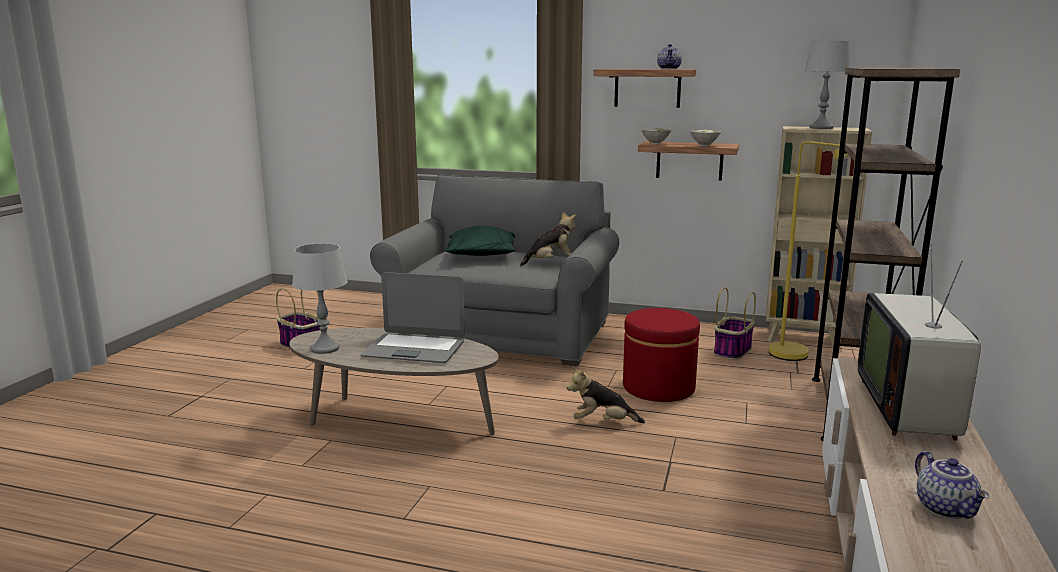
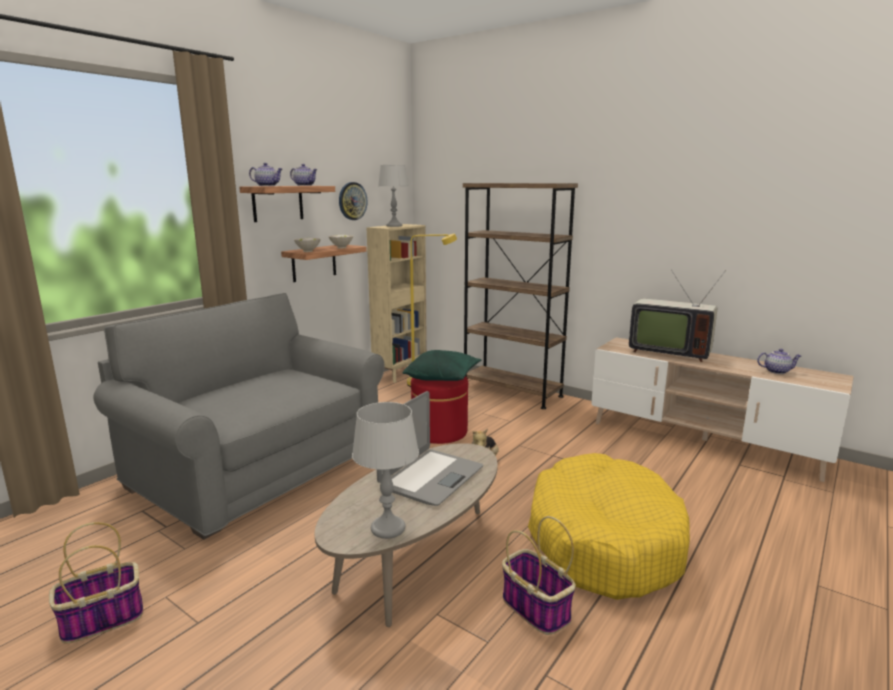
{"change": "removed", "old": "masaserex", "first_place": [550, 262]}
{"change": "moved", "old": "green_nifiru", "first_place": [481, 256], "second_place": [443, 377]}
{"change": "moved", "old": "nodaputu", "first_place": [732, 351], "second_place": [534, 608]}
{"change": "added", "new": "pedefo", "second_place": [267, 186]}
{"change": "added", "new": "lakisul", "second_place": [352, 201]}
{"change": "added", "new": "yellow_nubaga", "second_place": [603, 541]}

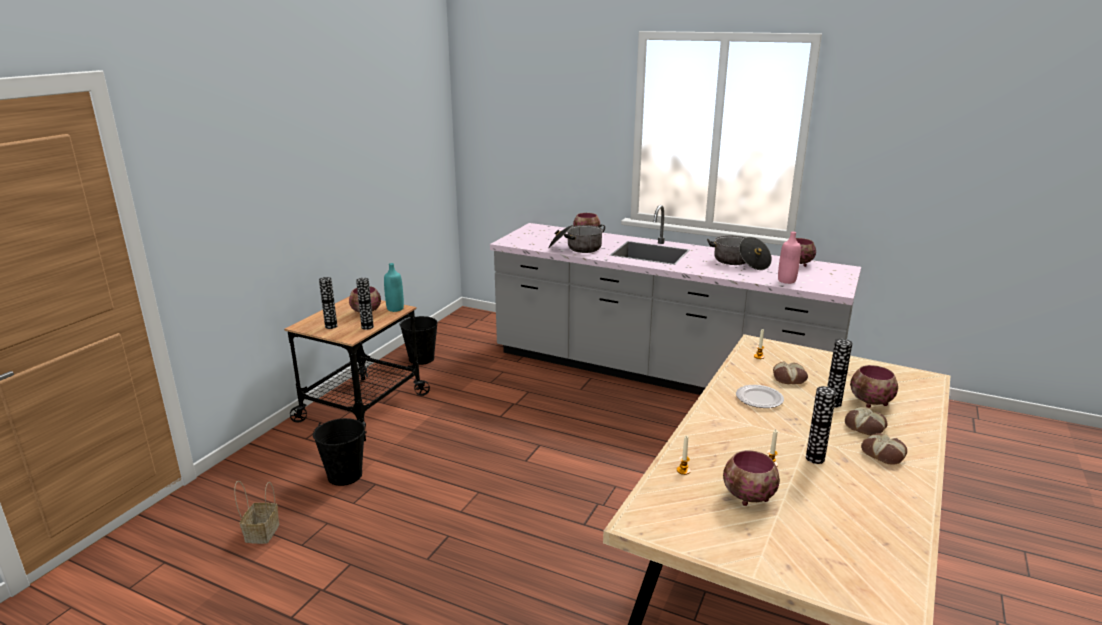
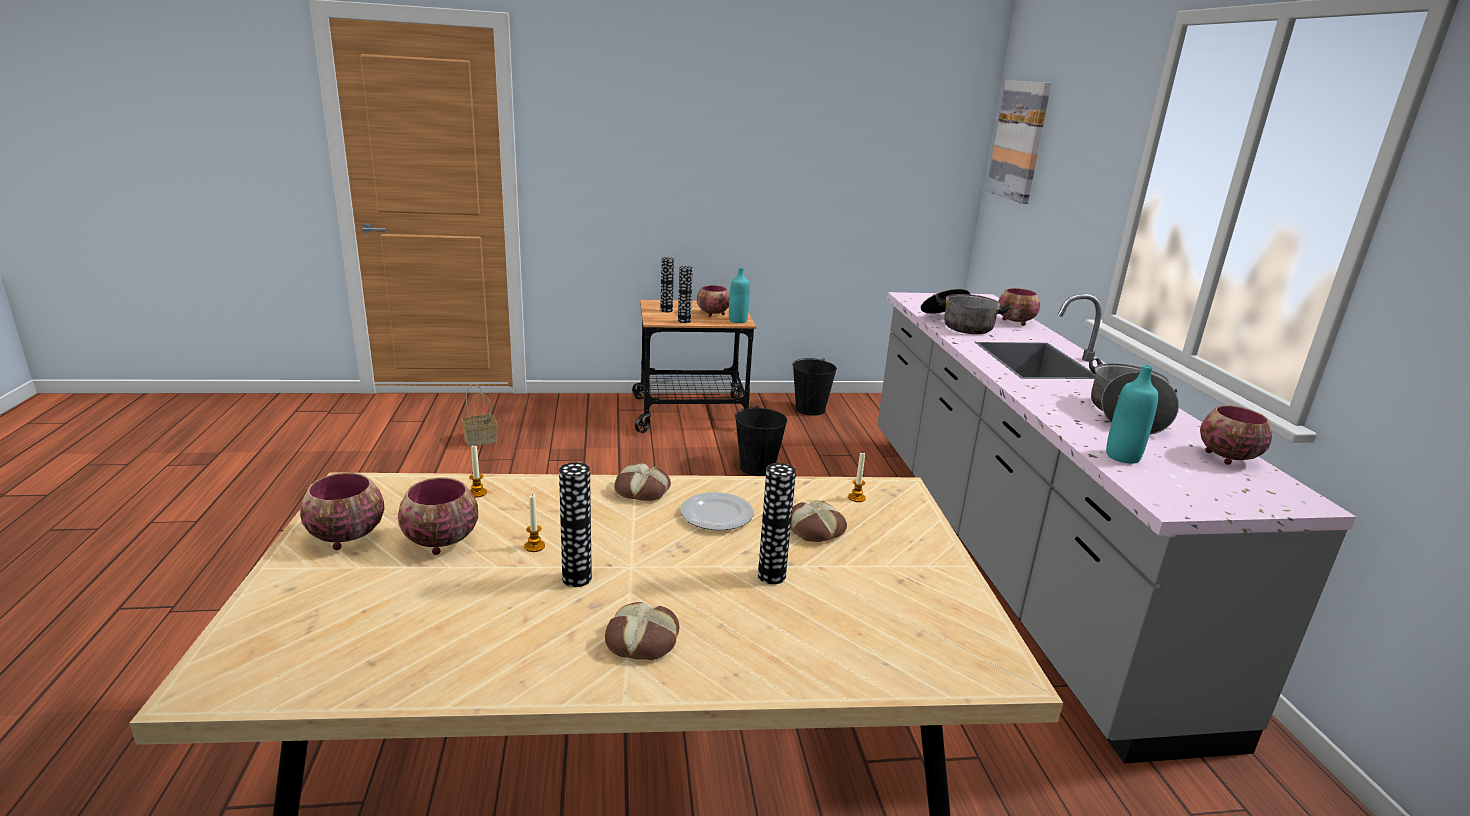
{"change": "recoloured", "old": "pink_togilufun", "new": "turquoise_togilufun", "first_place": [786, 280], "second_place": [1122, 456]}
{"change": "moved", "old": "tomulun", "first_place": [870, 402], "second_place": [345, 537]}
{"change": "moved", "old": "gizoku", "first_place": [865, 426], "second_place": [641, 490]}
{"change": "moved", "old": "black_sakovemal", "first_place": [345, 475], "second_place": [757, 467]}
{"change": "added", "new": "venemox", "second_place": [1019, 141]}

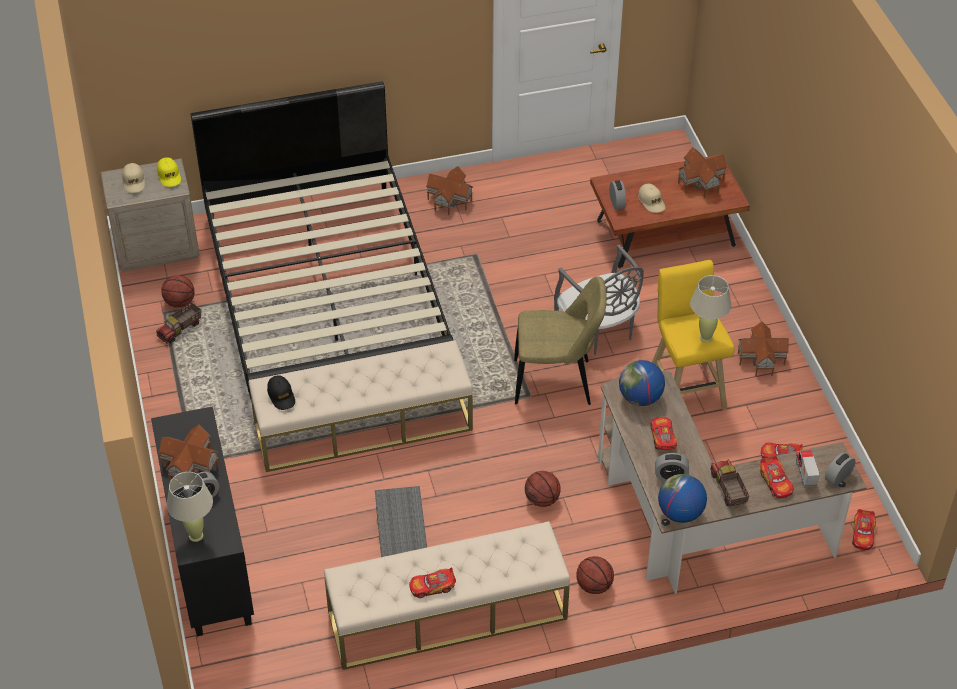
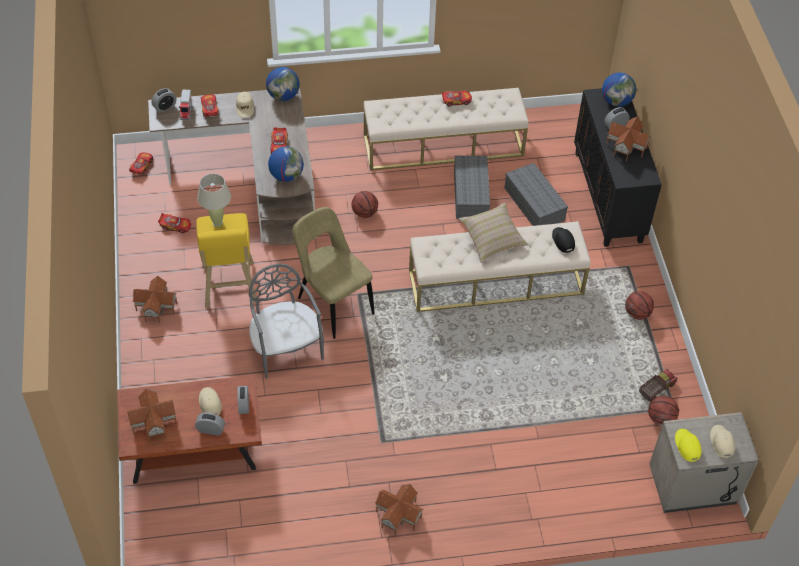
{"change": "removed", "old": "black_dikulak", "first_place": [325, 292]}
{"change": "turned", "old": "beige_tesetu", "first_place": [556, 382], "second_place": [333, 304], "degrees": 45}
{"change": "moved", "old": "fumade", "first_place": [670, 476], "second_place": [211, 430]}
{"change": "replaced", "old": "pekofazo", "new": "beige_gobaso", "first_place": [727, 489], "second_place": [245, 107]}
{"change": "replaced", "old": "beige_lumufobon", "new": "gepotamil", "first_place": [196, 536], "second_place": [616, 101]}
{"change": "moved", "old": "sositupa", "first_place": [594, 585], "second_place": [637, 313]}
{"change": "added", "new": "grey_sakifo", "second_place": [535, 204]}
{"change": "added", "new": "beige_nifiru", "second_place": [492, 239]}

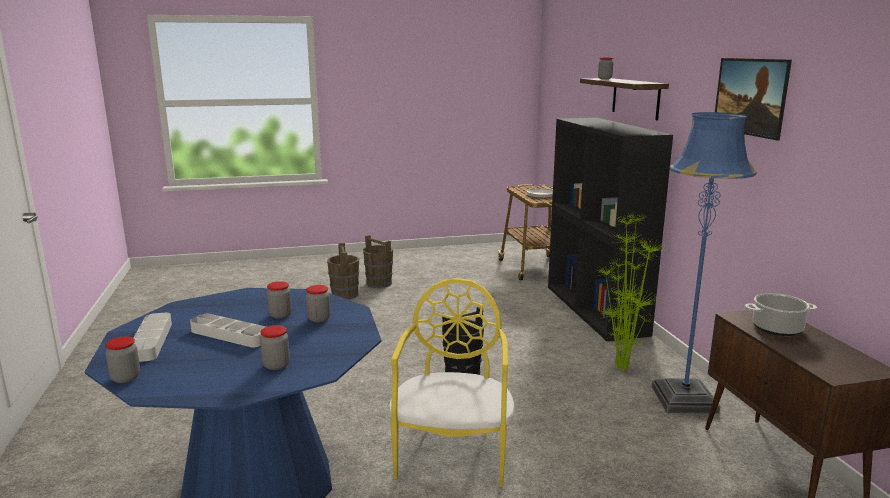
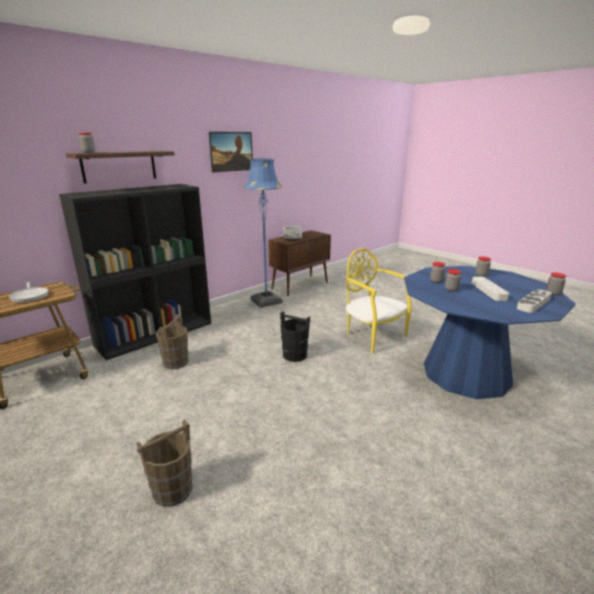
{"change": "removed", "old": "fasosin", "first_place": [621, 369]}
{"change": "moved", "old": "brown_sakovemal", "first_place": [379, 283], "second_place": [175, 362]}
{"change": "turned", "old": "yellow_tesetu", "first_place": [453, 454], "second_place": [373, 336], "degrees": 75}

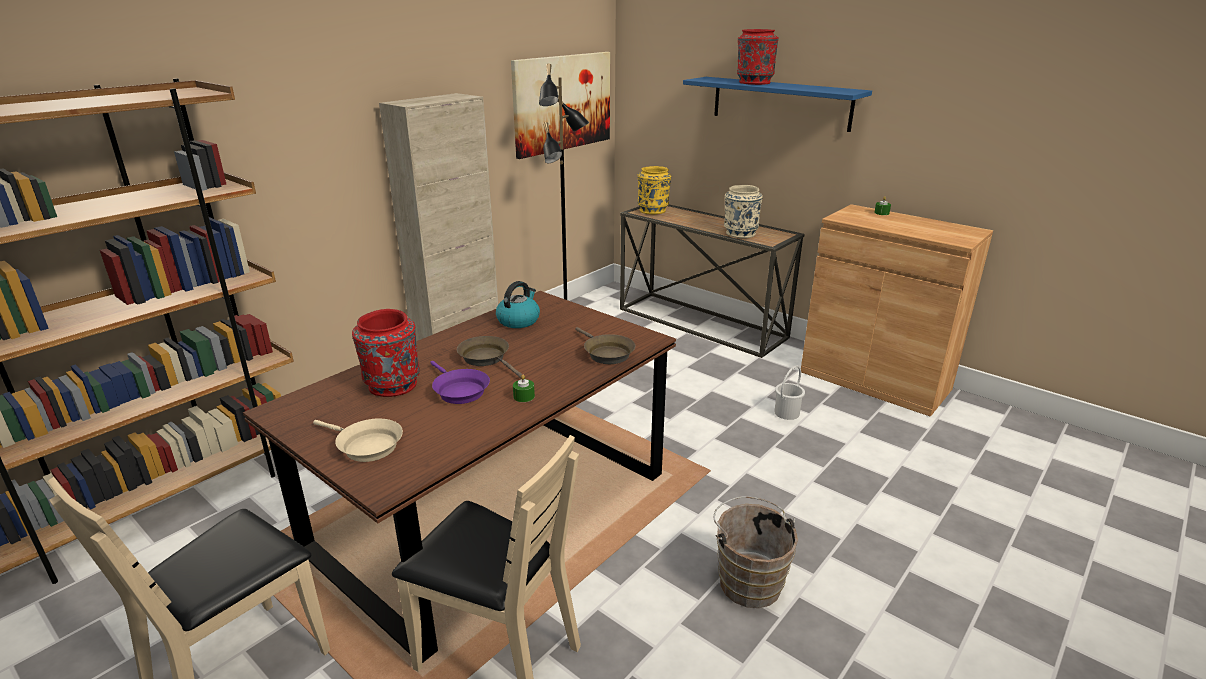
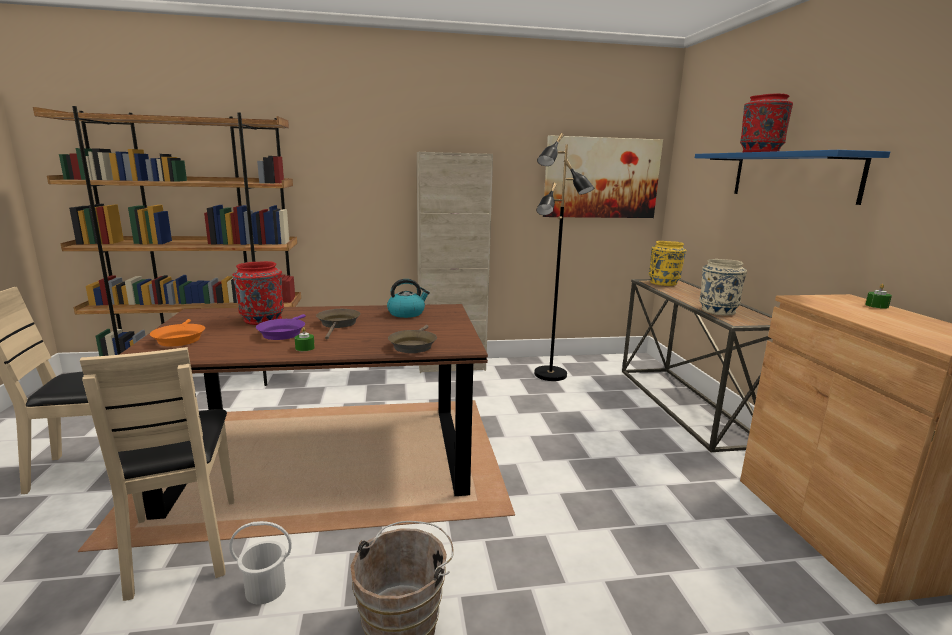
{"change": "moved", "old": "white_sakovemal", "first_place": [787, 413], "second_place": [265, 589]}
{"change": "recoloured", "old": "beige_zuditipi", "new": "orange_zuditipi", "first_place": [366, 446], "second_place": [179, 339]}

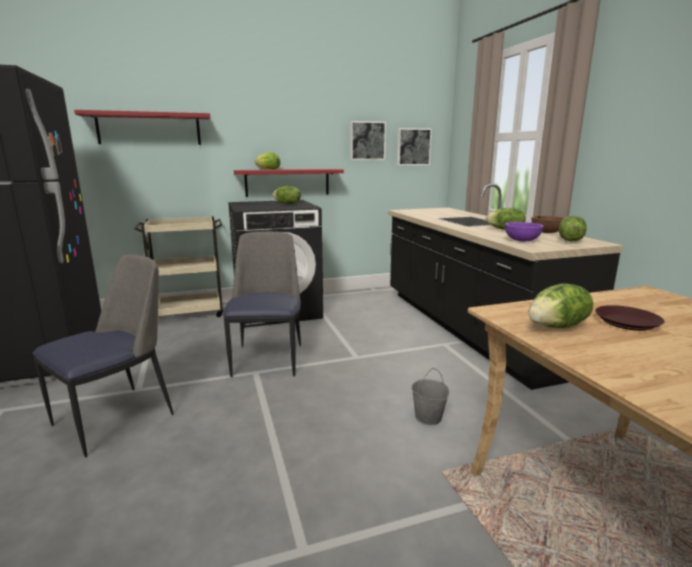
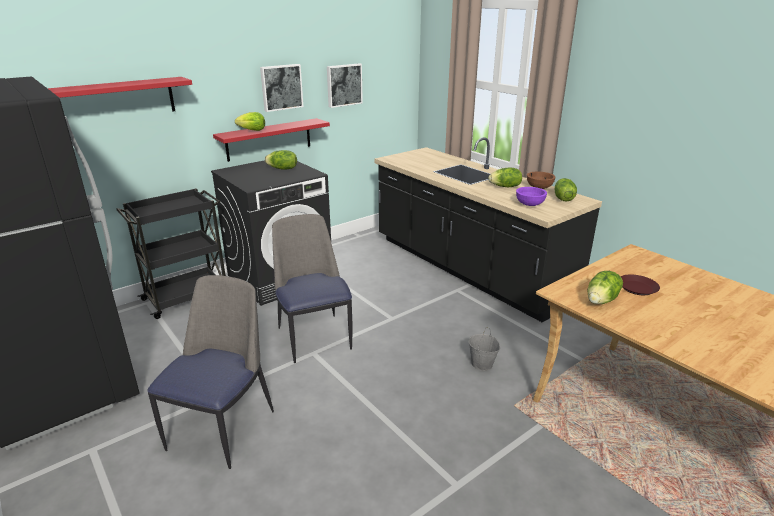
{"change": "moved", "old": "venemox", "first_place": [413, 147], "second_place": [281, 87]}
{"change": "recoloured", "old": "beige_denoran", "new": "black_denoran", "first_place": [190, 313], "second_place": [187, 297]}

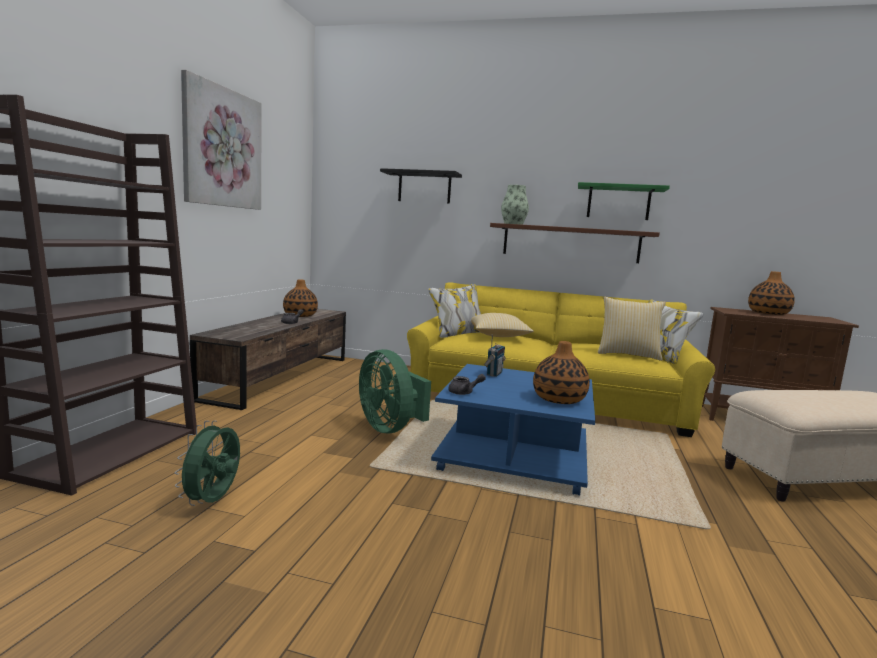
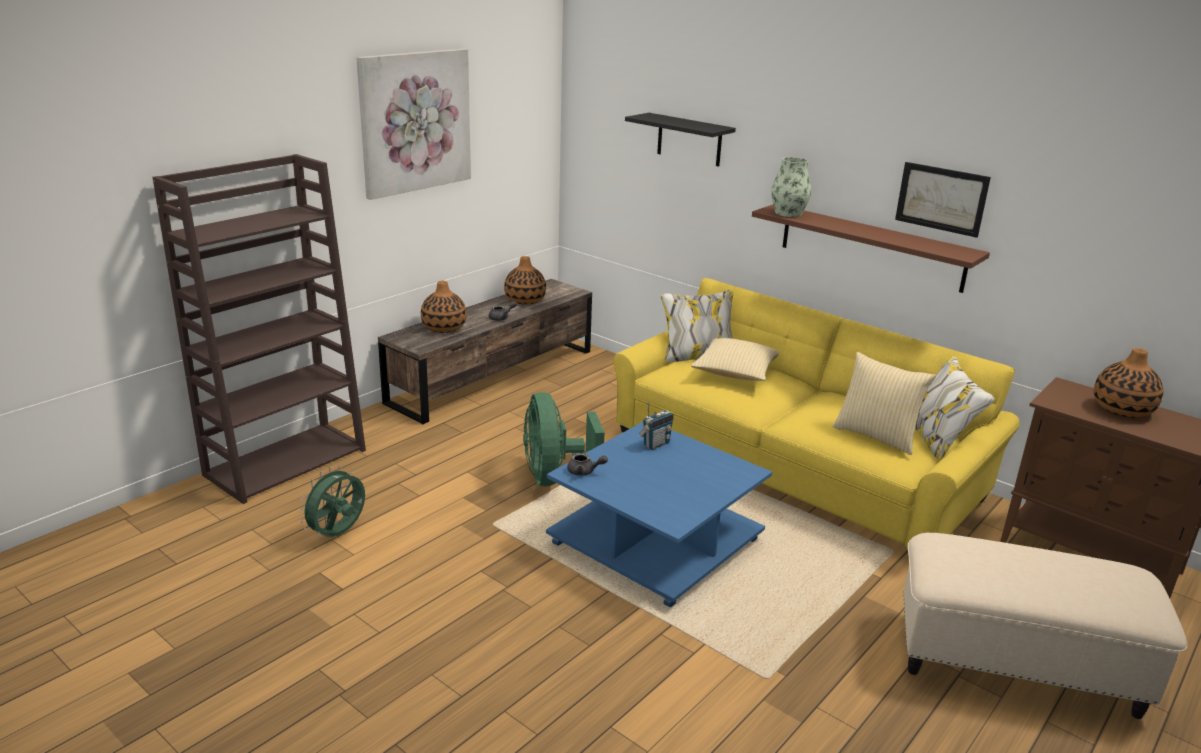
{"change": "replaced", "old": "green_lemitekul", "new": "venemox", "first_place": [618, 202], "second_place": [941, 199]}
{"change": "moved", "old": "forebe", "first_place": [559, 399], "second_place": [444, 328]}

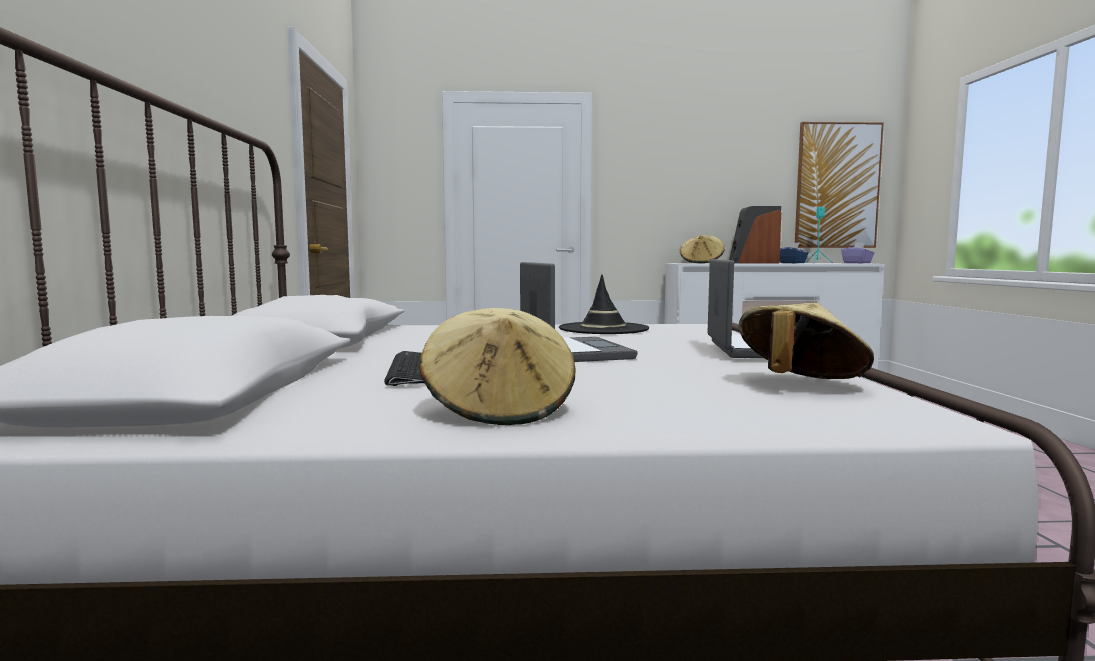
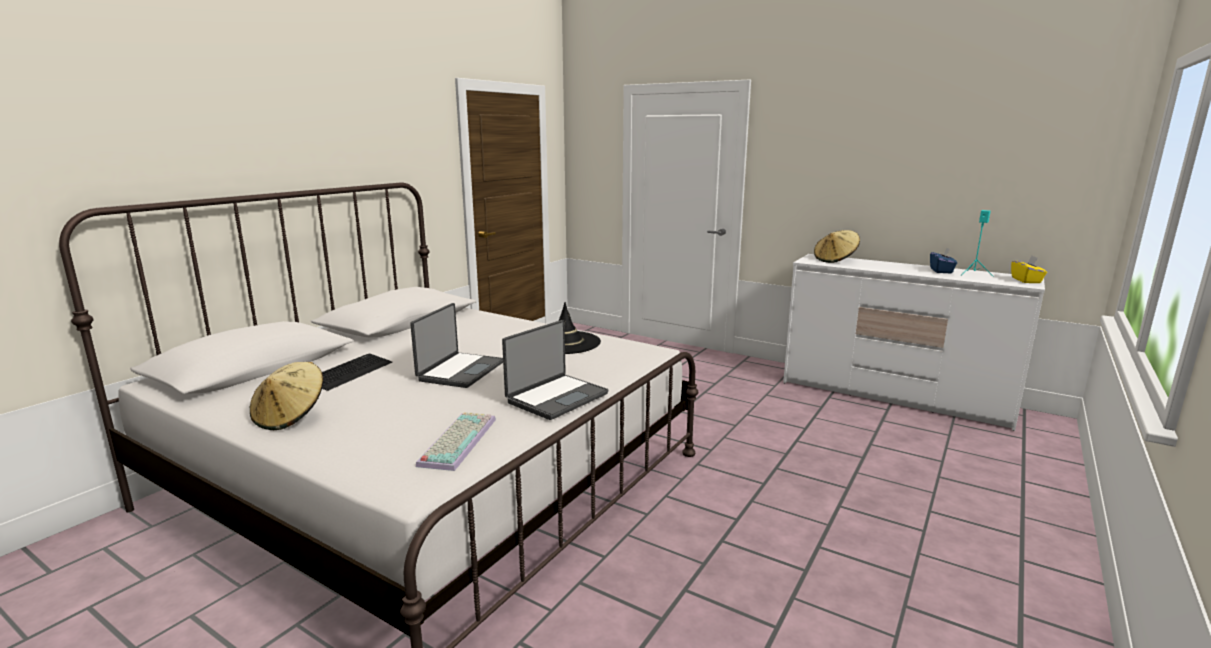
{"change": "removed", "old": "venemox", "first_place": [837, 186]}
{"change": "removed", "old": "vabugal", "first_place": [753, 263]}
{"change": "recoloured", "old": "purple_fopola", "new": "yellow_fopola", "first_place": [857, 263], "second_place": [1026, 280]}
{"change": "replaced", "old": "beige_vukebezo", "new": "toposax", "first_place": [799, 385], "second_place": [457, 440]}

